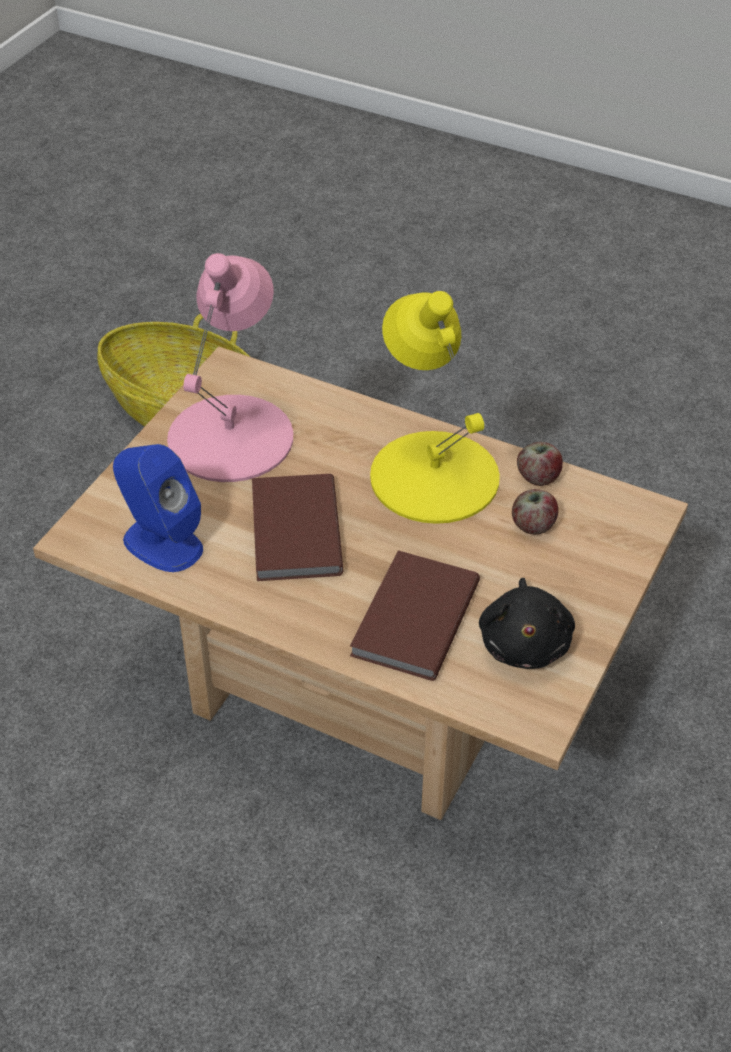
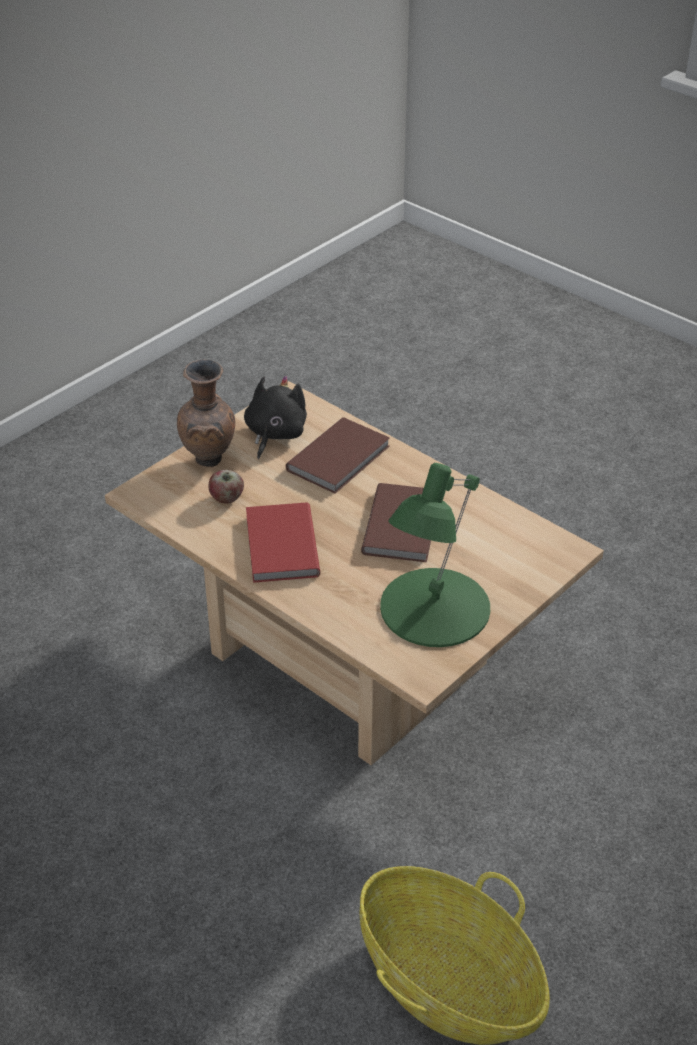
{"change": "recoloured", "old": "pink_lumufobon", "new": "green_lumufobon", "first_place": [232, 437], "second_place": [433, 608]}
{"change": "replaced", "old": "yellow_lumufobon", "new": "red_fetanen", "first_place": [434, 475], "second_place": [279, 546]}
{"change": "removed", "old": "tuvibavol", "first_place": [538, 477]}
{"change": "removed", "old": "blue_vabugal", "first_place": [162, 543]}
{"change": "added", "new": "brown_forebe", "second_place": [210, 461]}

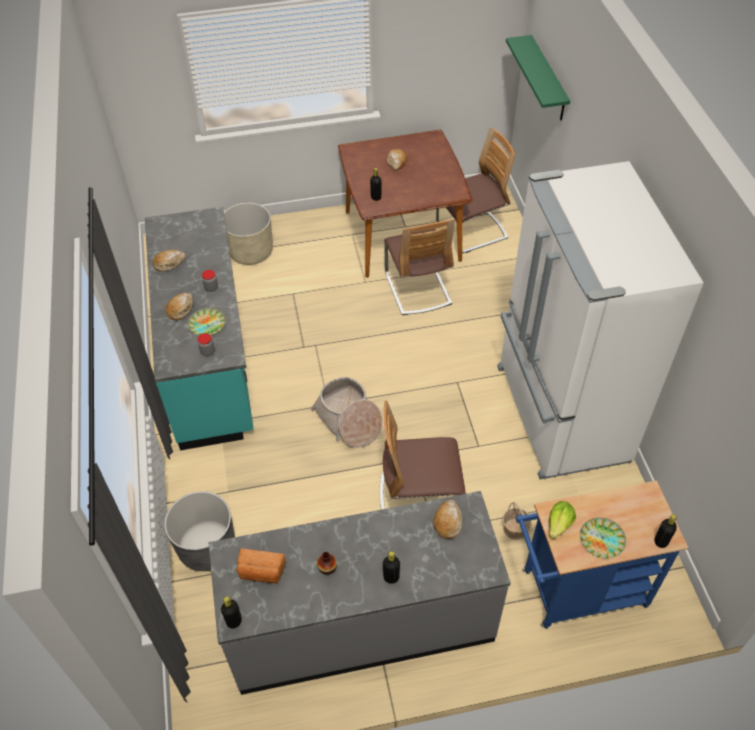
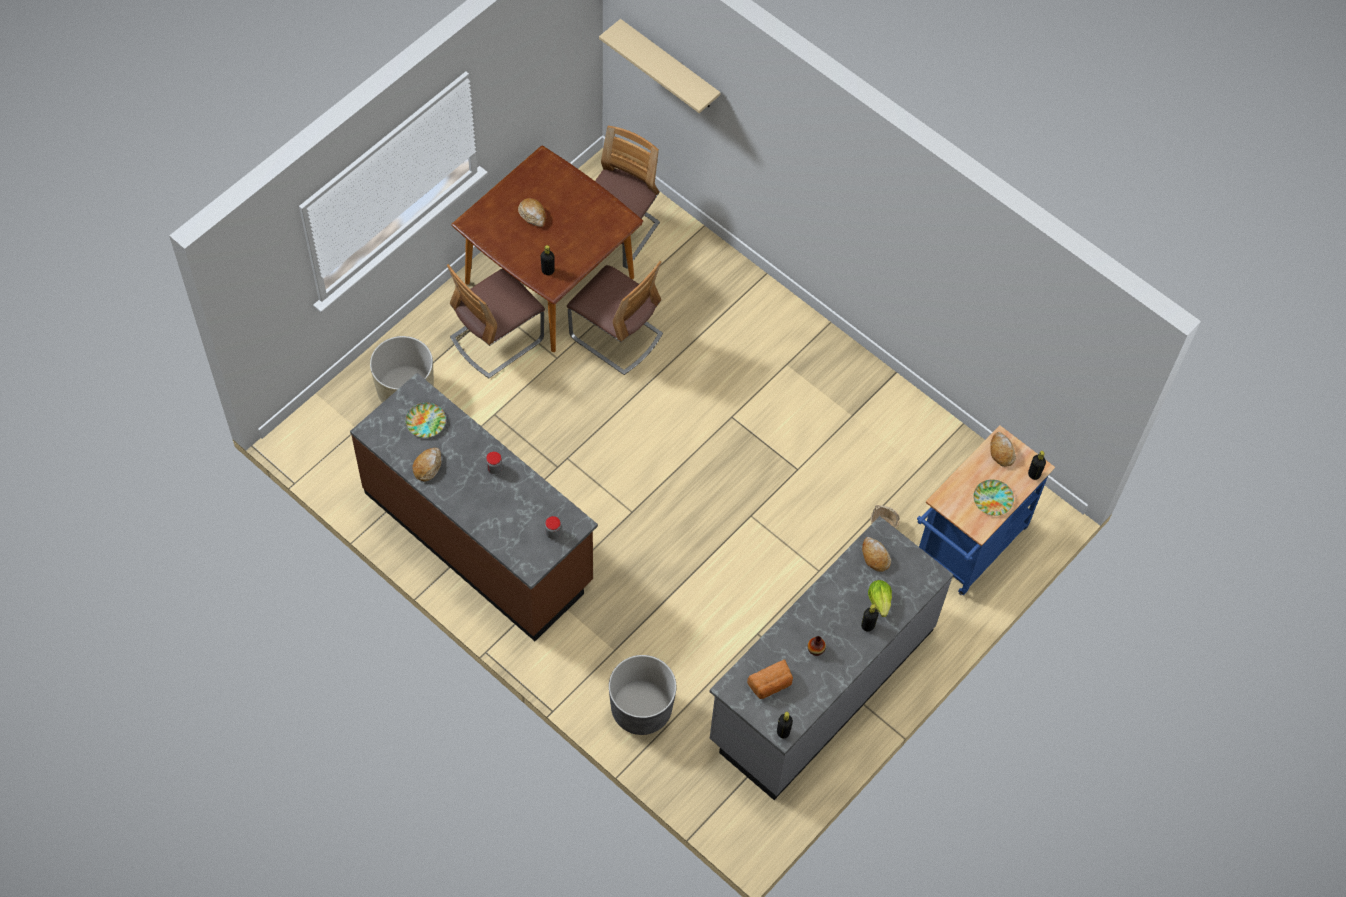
{"change": "recoloured", "old": "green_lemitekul", "new": "beige_lemitekul", "first_place": [548, 79], "second_place": [669, 66]}
{"change": "removed", "old": "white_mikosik", "first_place": [559, 414]}
{"change": "recoloured", "old": "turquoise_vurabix", "new": "brown_vurabix", "first_place": [210, 361], "second_place": [479, 537]}
{"change": "moved", "old": "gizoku", "first_place": [180, 309], "second_place": [1001, 452]}
{"change": "moved", "old": "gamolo", "first_place": [207, 324], "second_place": [426, 422]}
{"change": "removed", "old": "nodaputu", "first_place": [349, 420]}
{"change": "moved", "old": "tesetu", "first_place": [419, 499], "second_place": [497, 339]}
{"change": "moved", "old": "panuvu", "first_place": [559, 524], "second_place": [880, 601]}

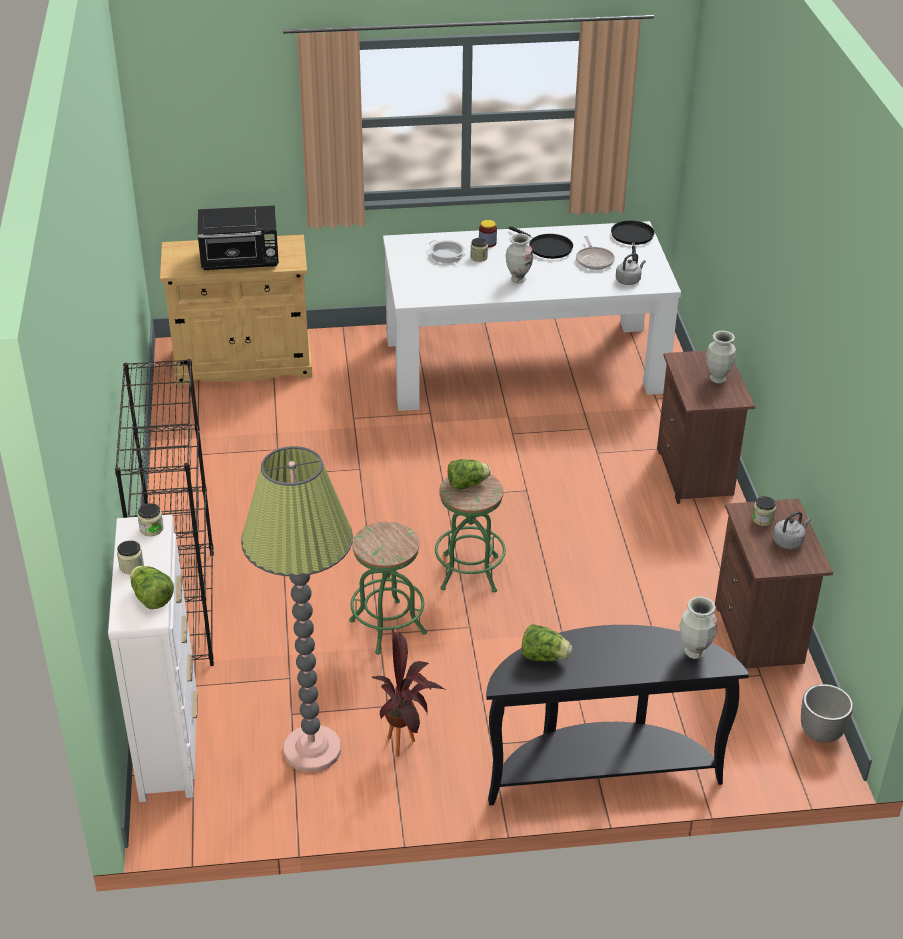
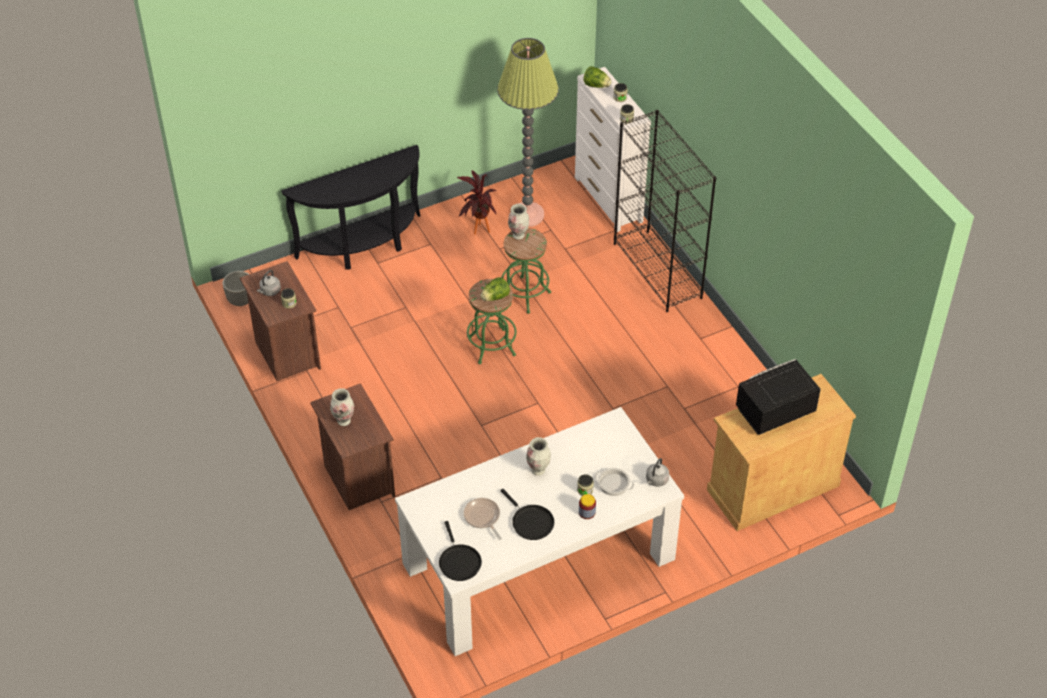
{"change": "turned", "old": "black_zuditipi", "first_place": [547, 248], "second_place": [530, 522], "degrees": -150}
{"change": "moved", "old": "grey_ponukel", "first_place": [629, 280], "second_place": [656, 480]}
{"change": "moved", "old": "forebe", "first_place": [694, 652], "second_place": [518, 235]}
{"change": "removed", "old": "panuvu", "first_place": [544, 656]}

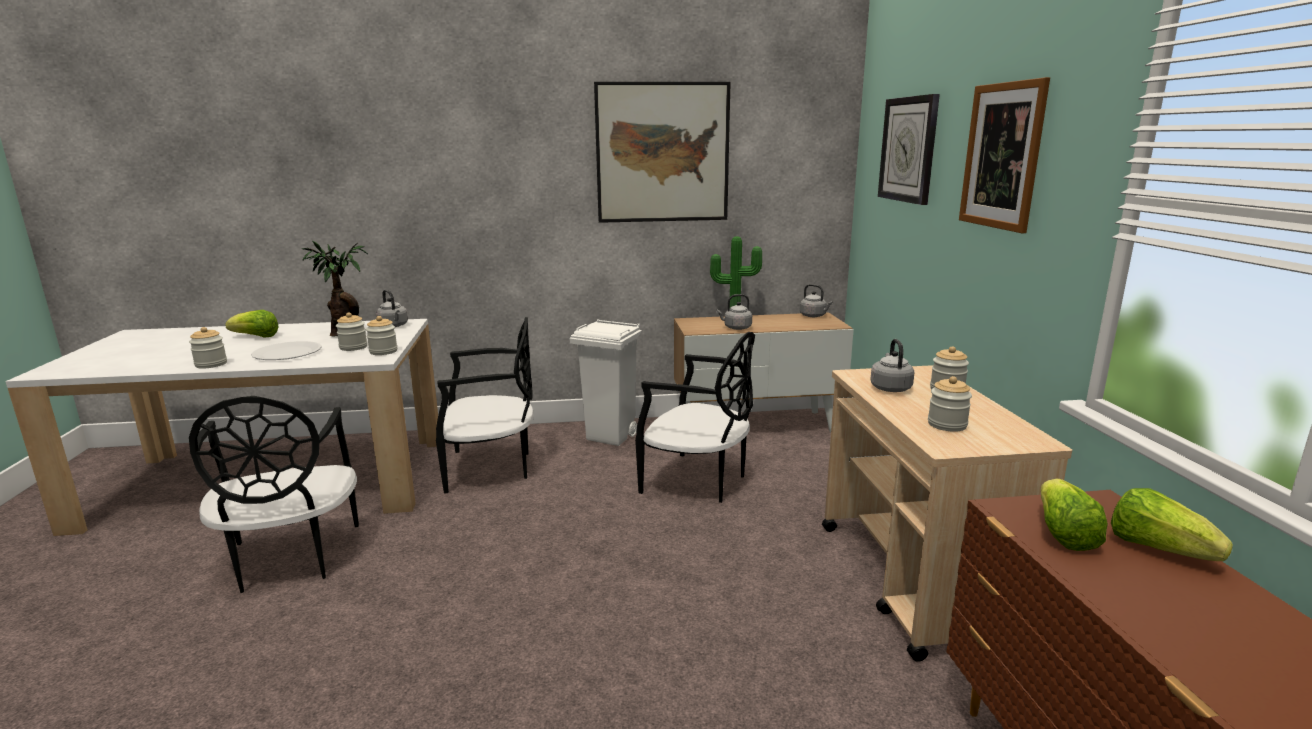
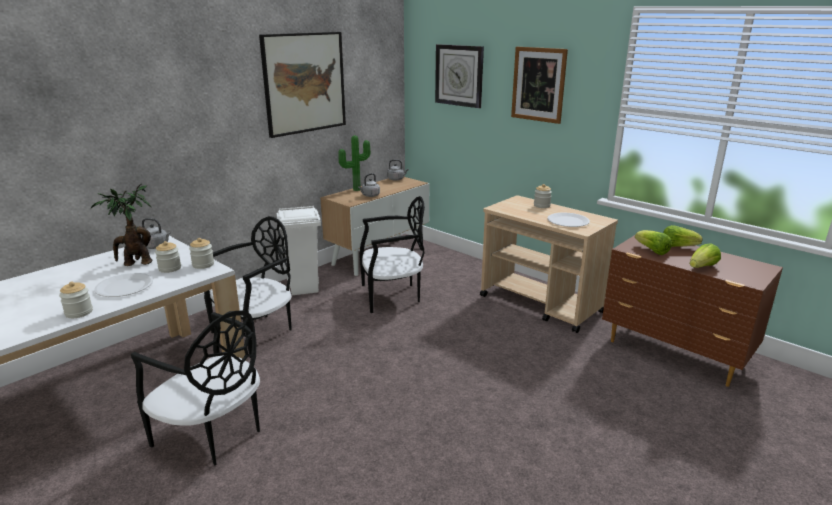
{"change": "moved", "old": "panuvu", "first_place": [256, 337], "second_place": [702, 267]}
{"change": "removed", "old": "grey_ponukel", "first_place": [890, 388]}
{"change": "replaced", "old": "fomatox", "new": "white_gamolo", "first_place": [947, 424], "second_place": [568, 221]}

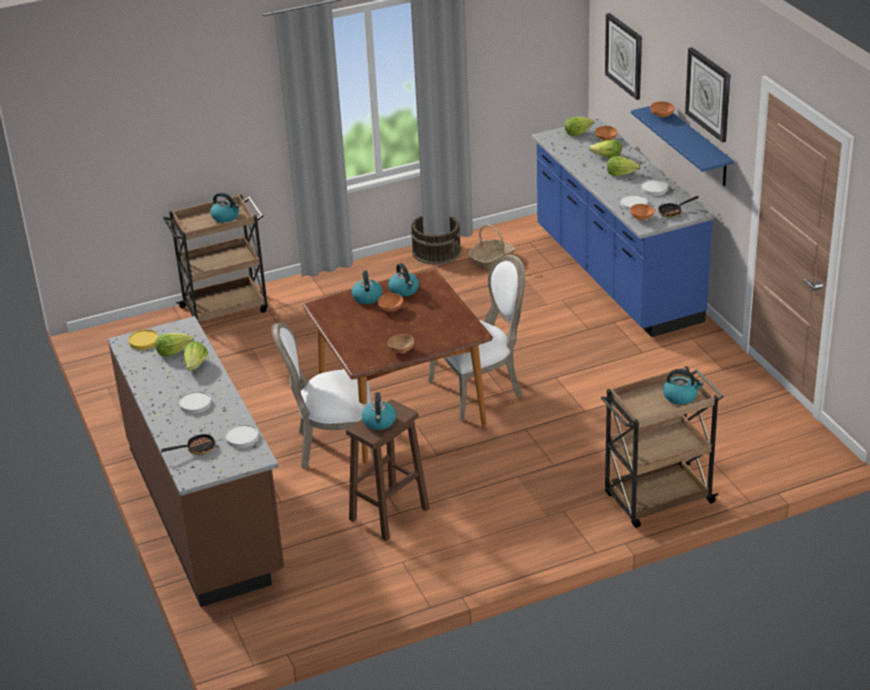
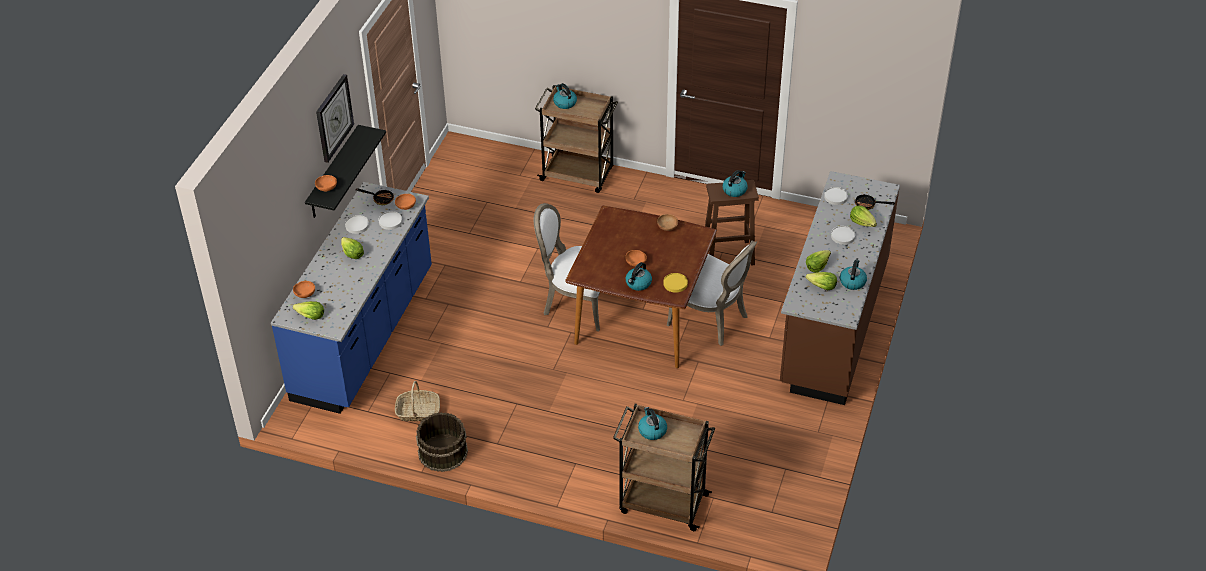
{"change": "removed", "old": "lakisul", "first_place": [624, 55]}
{"change": "recoloured", "old": "blue_lemitekul", "new": "black_lemitekul", "first_place": [695, 146], "second_place": [333, 173]}
{"change": "moved", "old": "panuvu", "first_place": [606, 157], "second_place": [862, 222]}
{"change": "moved", "old": "ponukel", "first_place": [404, 290], "second_place": [852, 282]}
{"change": "moved", "old": "yellow_gamolo", "first_place": [143, 341], "second_place": [675, 283]}

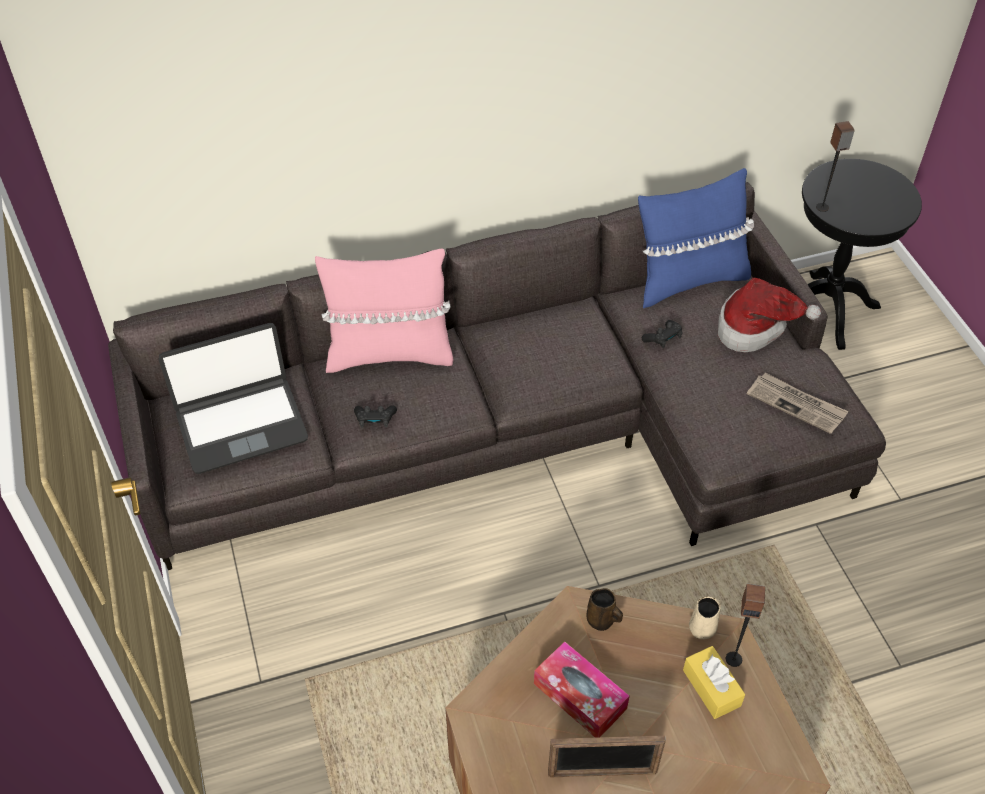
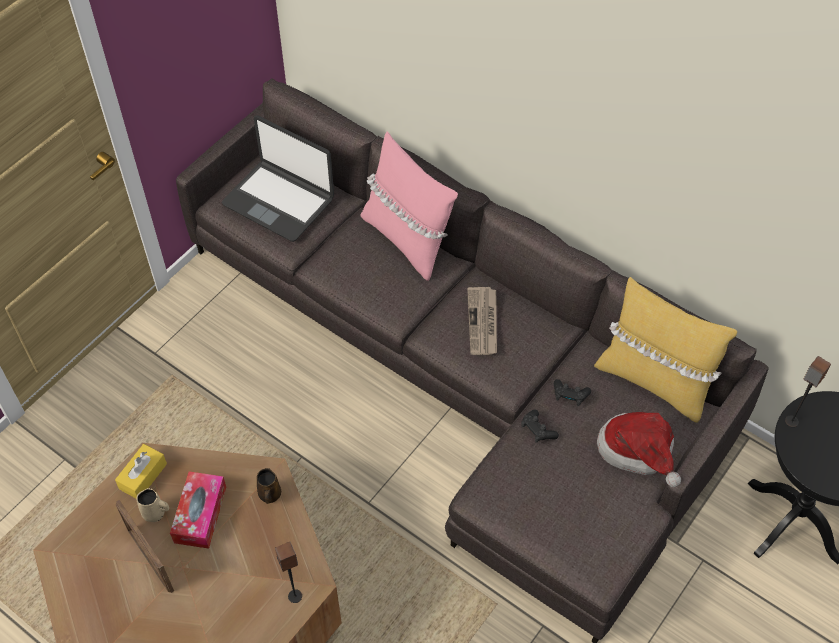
{"change": "recoloured", "old": "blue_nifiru", "new": "yellow_nifiru", "first_place": [688, 281], "second_place": [654, 381]}
{"change": "moved", "old": "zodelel", "first_place": [796, 404], "second_place": [483, 322]}
{"change": "moved", "old": "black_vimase", "first_place": [375, 420], "second_place": [537, 430]}
{"change": "moved", "old": "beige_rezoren", "first_place": [703, 627], "second_place": [155, 513]}
{"change": "moved", "old": "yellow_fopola", "first_place": [711, 688], "second_place": [143, 476]}

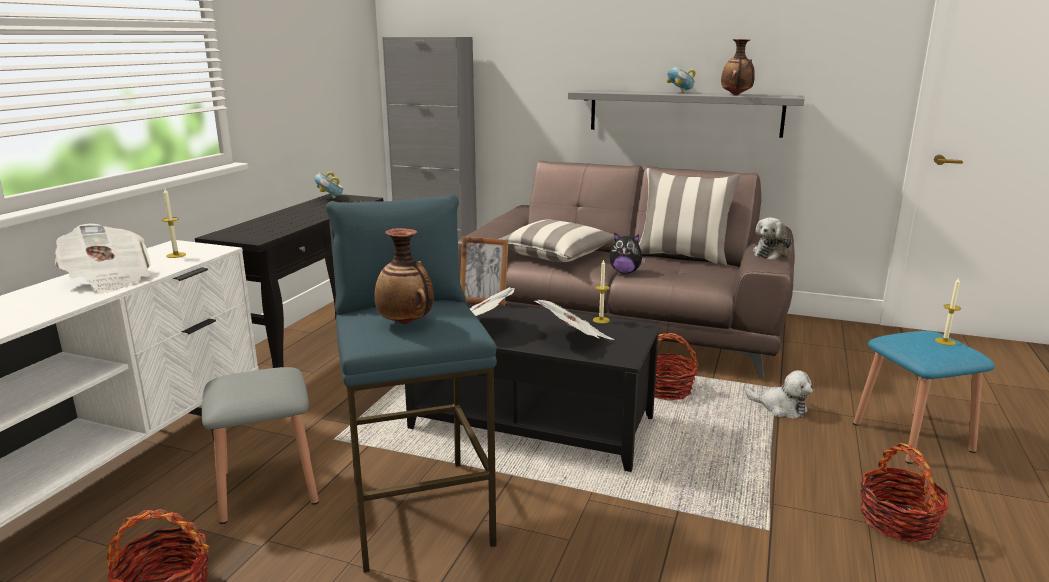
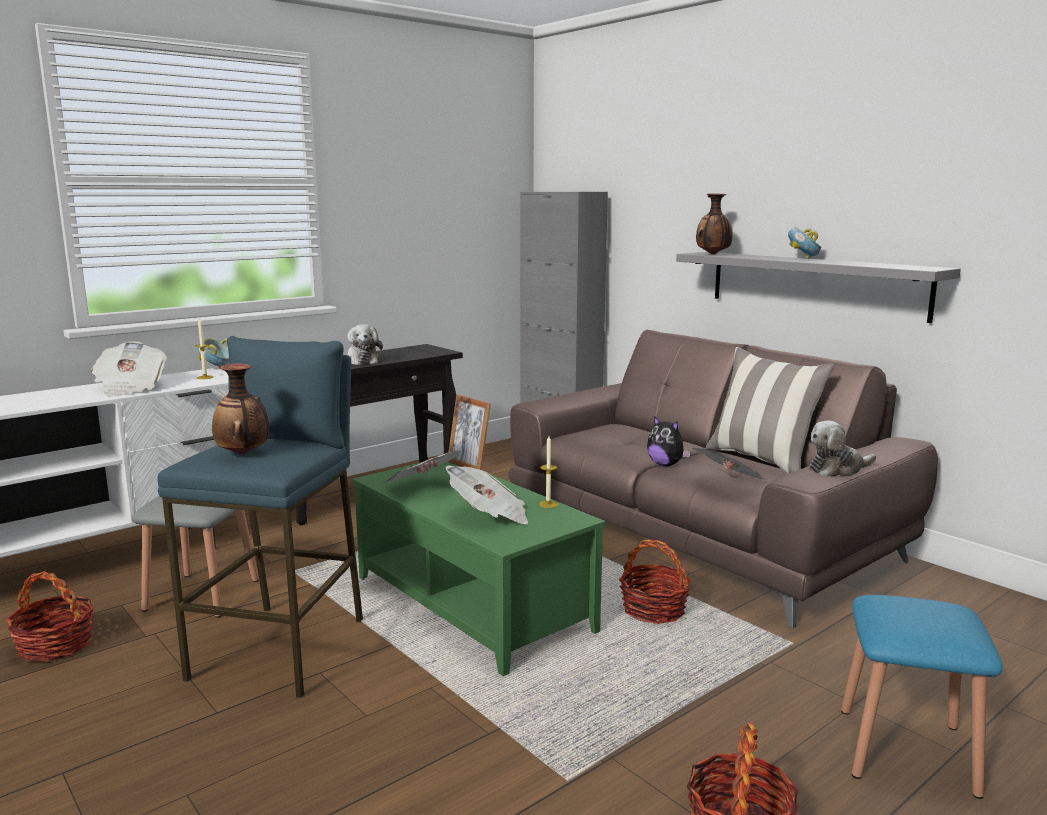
{"change": "moved", "old": "forebe", "first_place": [736, 95], "second_place": [713, 254]}
{"change": "moved", "old": "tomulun", "first_place": [330, 198], "second_place": [217, 369]}
{"change": "removed", "old": "nifiru", "first_place": [555, 255]}
{"change": "removed", "old": "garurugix", "first_place": [945, 341]}
{"change": "recoloured", "old": "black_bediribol", "new": "green_bediribol", "first_place": [532, 422], "second_place": [473, 603]}
{"change": "moved", "old": "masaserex", "first_place": [780, 408], "second_place": [362, 360]}
{"change": "added", "new": "zodelel", "second_place": [730, 483]}

